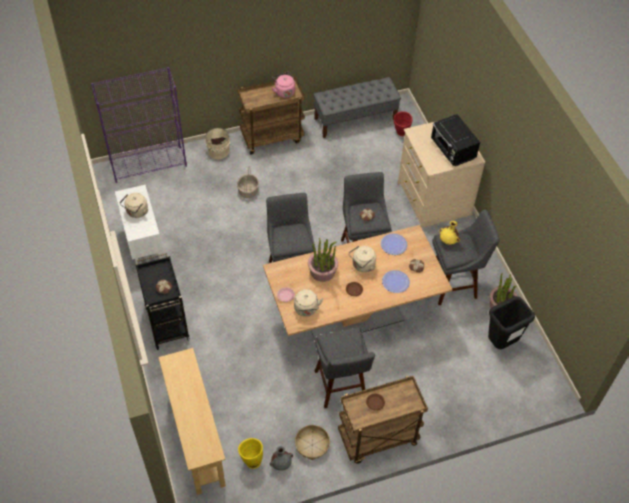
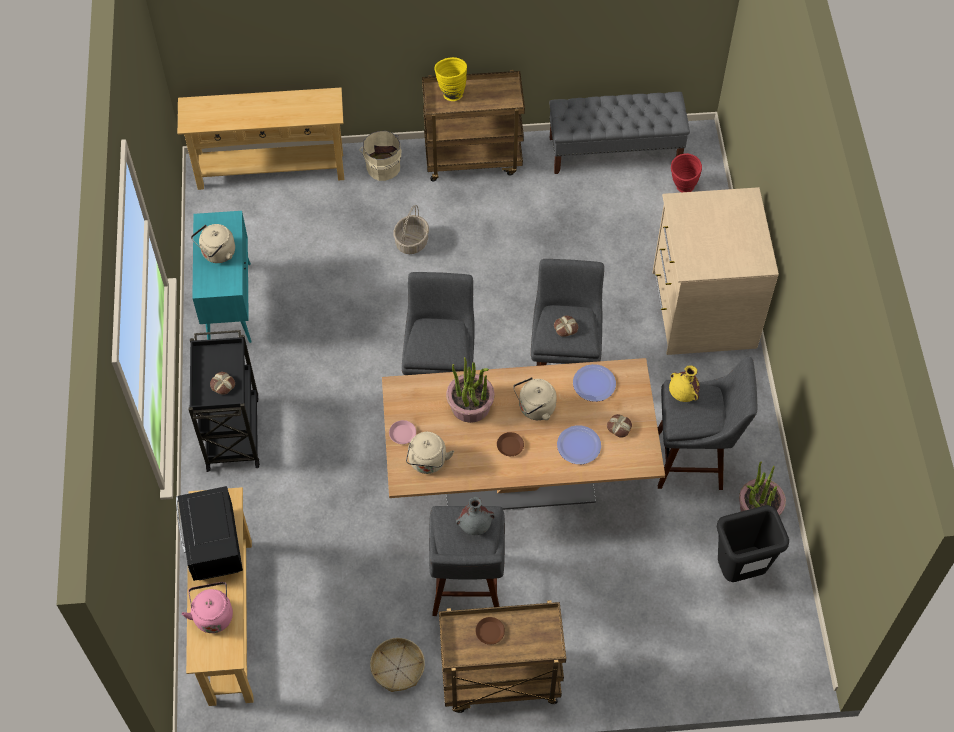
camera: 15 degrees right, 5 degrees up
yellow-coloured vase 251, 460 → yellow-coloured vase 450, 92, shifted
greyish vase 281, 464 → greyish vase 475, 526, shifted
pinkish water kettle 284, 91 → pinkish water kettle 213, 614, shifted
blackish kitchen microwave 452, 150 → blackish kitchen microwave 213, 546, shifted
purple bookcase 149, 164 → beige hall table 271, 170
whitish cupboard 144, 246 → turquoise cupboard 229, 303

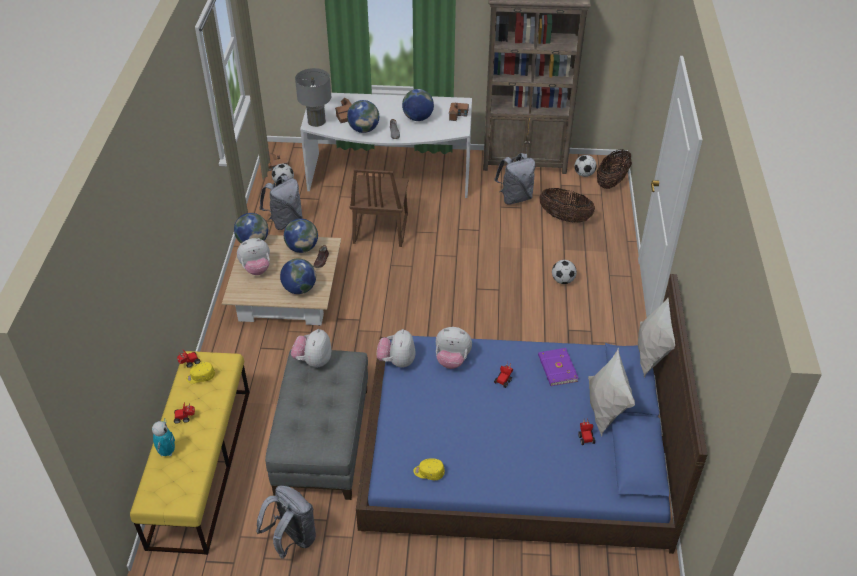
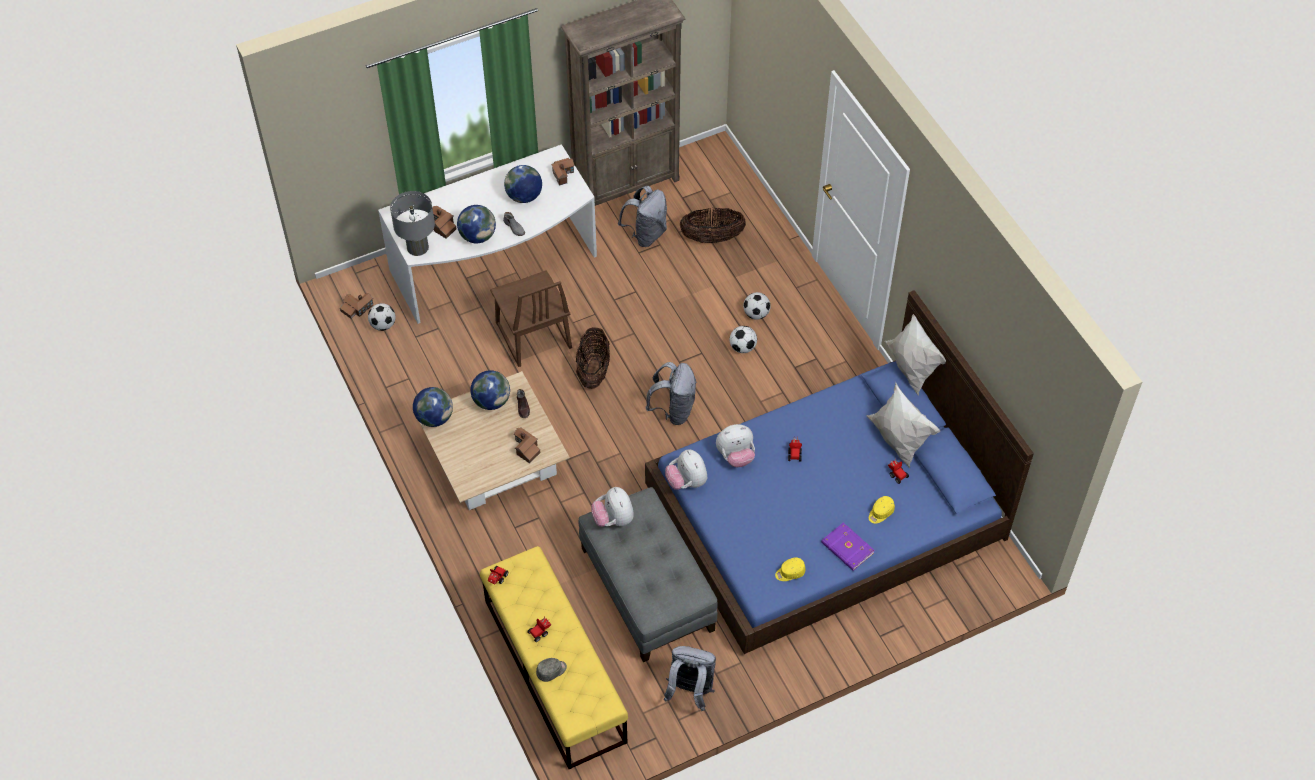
camera: 30 degrees left, 10 degrees up
soft toy 256, 269 → -
yellow-coloured peaked cap 200, 377 → yellow-coloured peaked cap 880, 513, shifted
greyish knapsack 285, 221 → greyish knapsack 673, 410, shifted
purple volume 557, 369 → purple volume 847, 549, shifted
ball for football 584, 174 → ball for football 742, 347, shifted
storage basket 611, 181 → storage basket 593, 371, shifted
model robot 167, 452 → greyish peaked cap 551, 671
world globe 299, 289 → toy house 526, 448

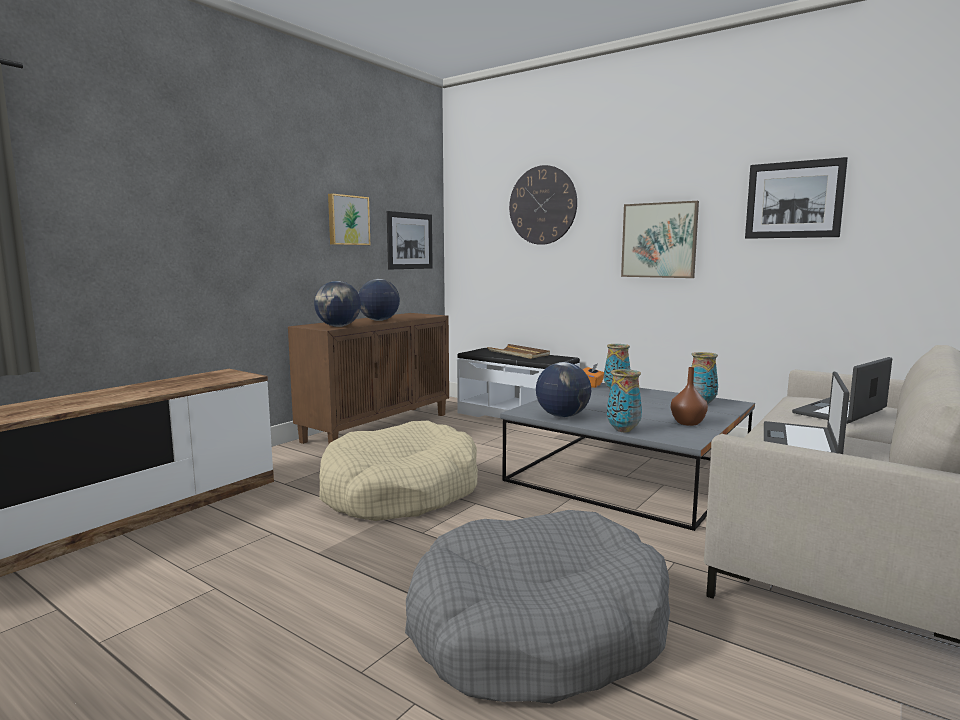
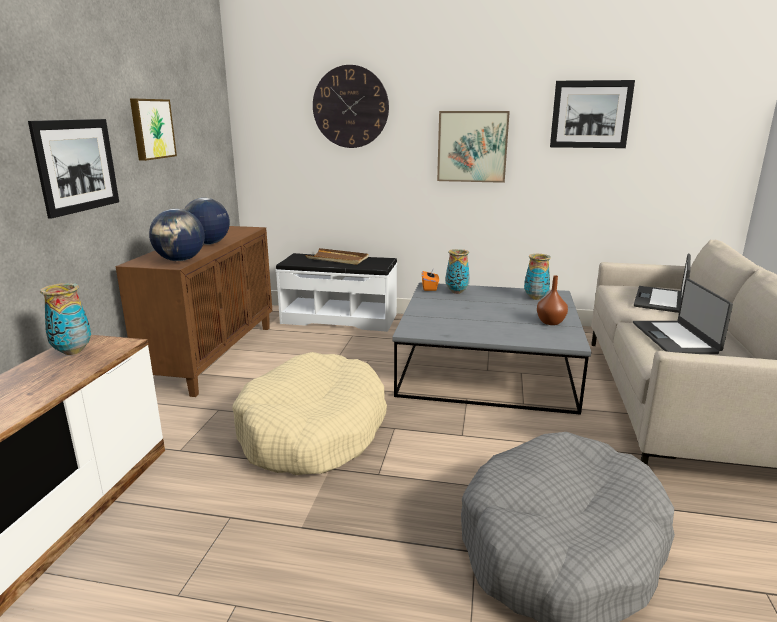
camera: 25 degrees left, 10 degrees up
world globe 563, 416 → -
picture 409, 241 → picture 77, 165, shifted
vase 622, 430 → vase 72, 351, shifted

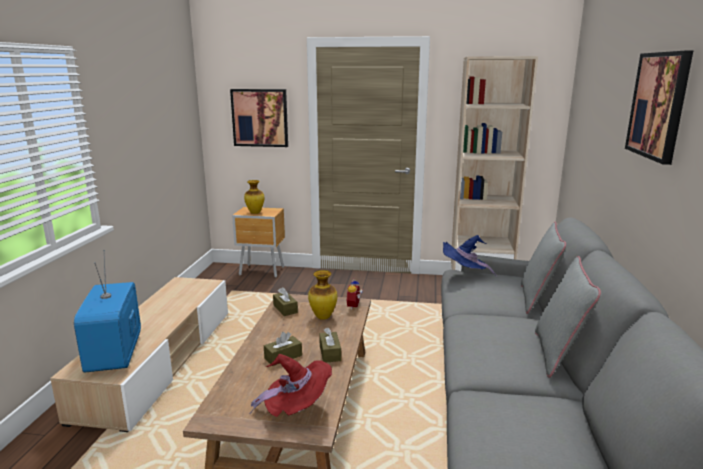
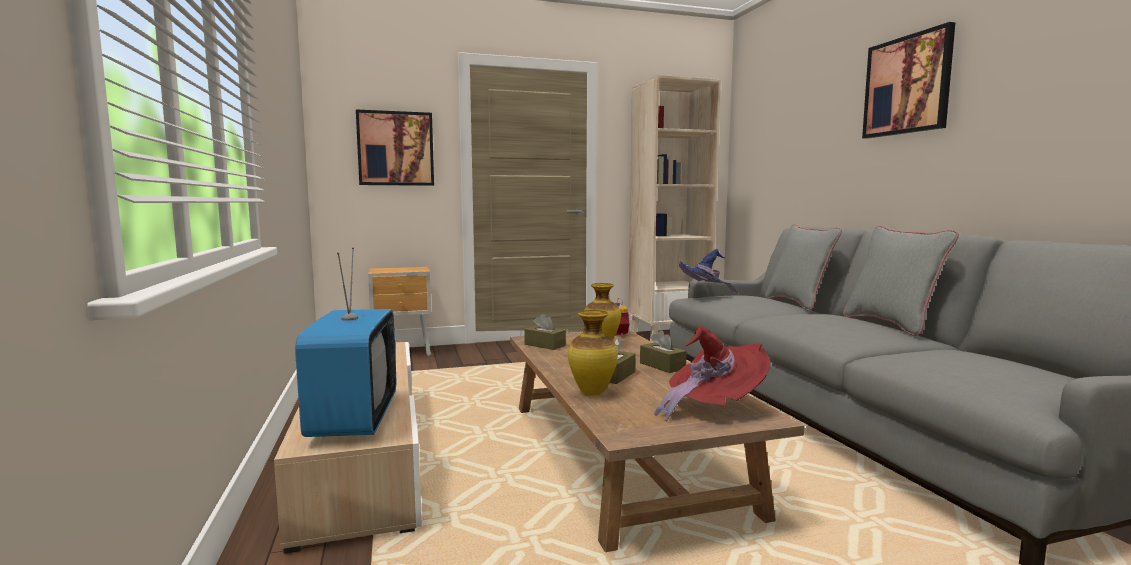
camera: 25 degrees left, 10 degrees down
vase 255, 213 → vase 592, 393, shifted
television 116, 354 → television 354, 418, 150 degrees counterclockwise

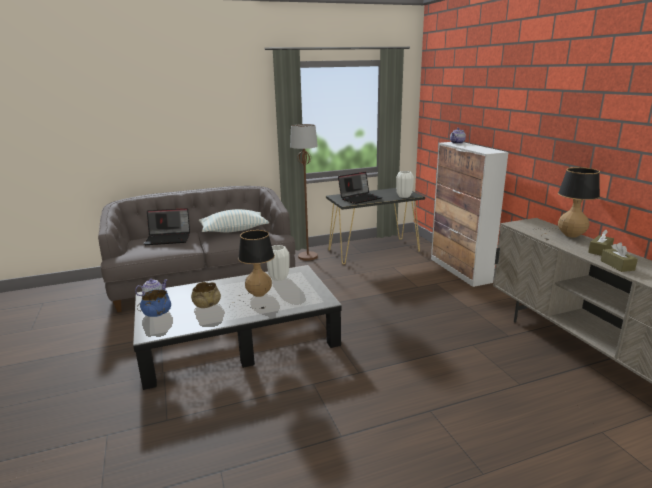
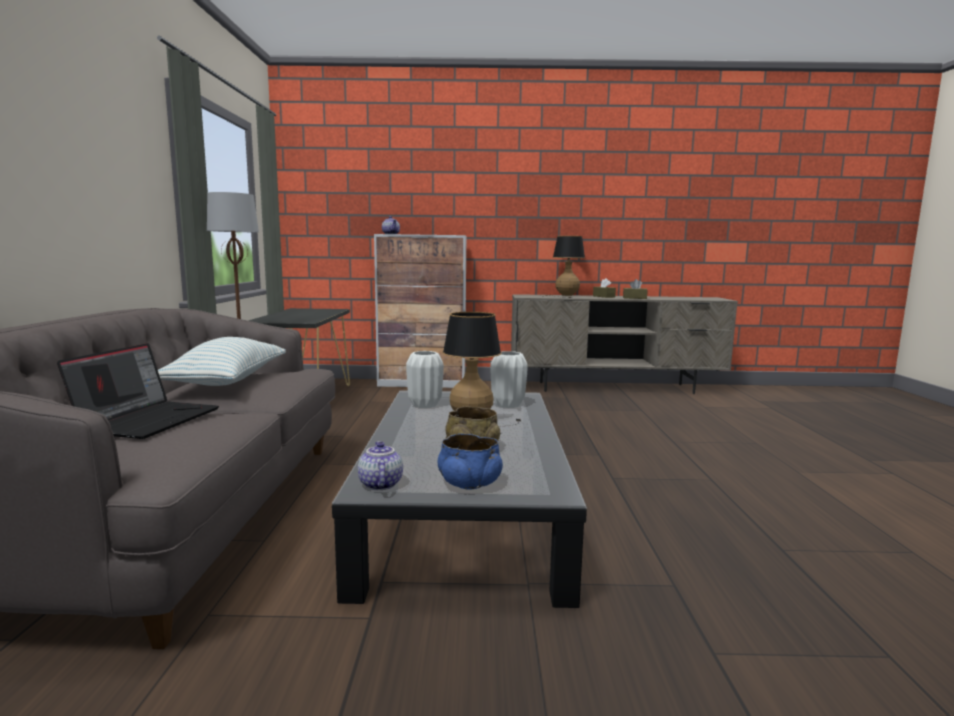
camera: 70 degrees left, 10 degrees down
notebook computer 360, 198 → -
whitish vase 404, 196 → whitish vase 508, 405, shifted

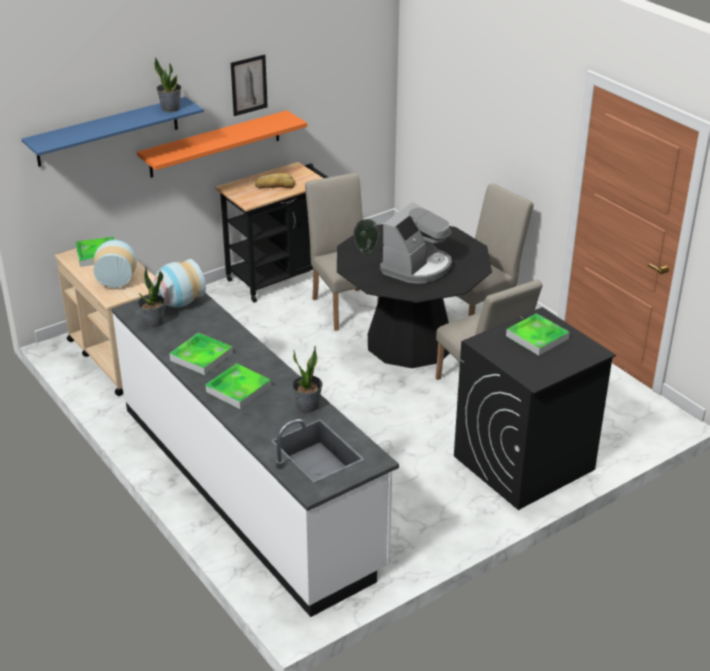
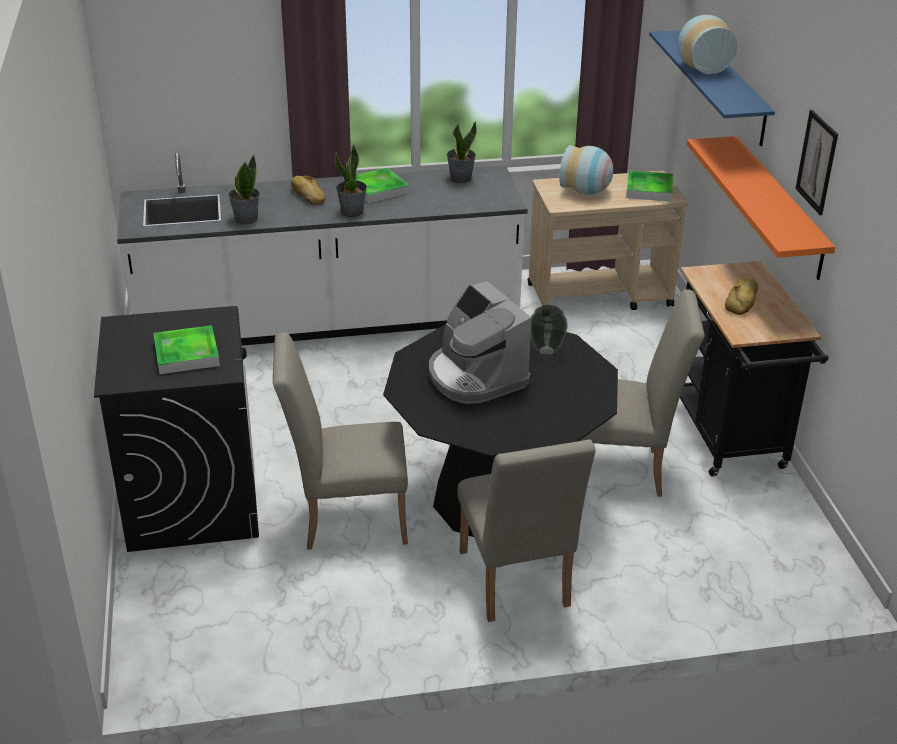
camera: 115 degrees right, 0 degrees up
potted plant 170, 108 → potted plant 352, 212, shifted
vase 179, 303 → vase 701, 68, shifted
serving tray 238, 389 → bread 307, 195

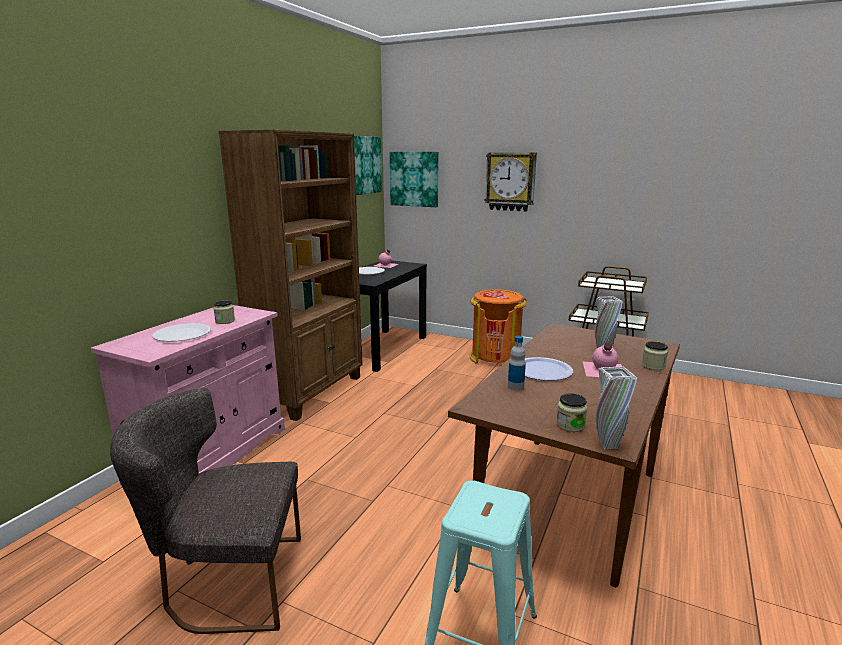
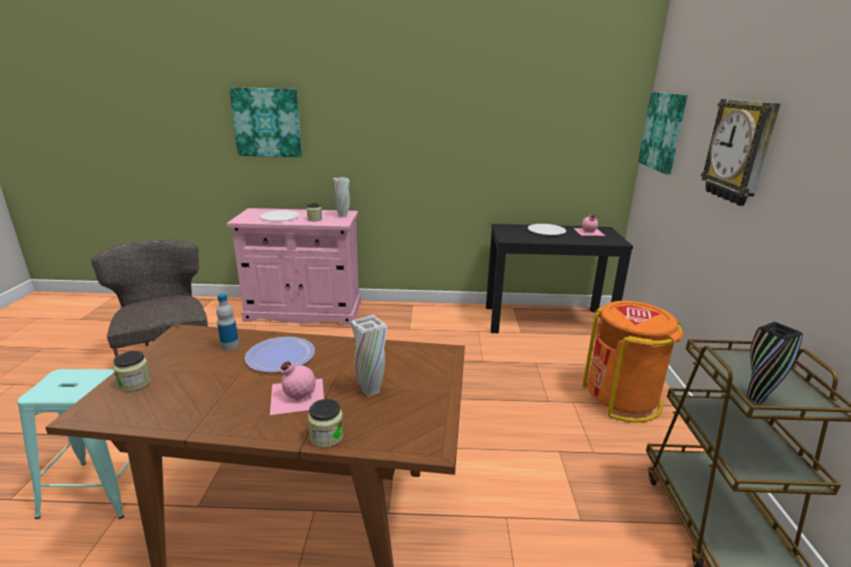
camera: 65 degrees right, 5 degrees up
brown bookcase 311, 392 → -
- → blackish vase 756, 398
picture 364, 165 → picture 267, 122, shifted
whitish vase 608, 445 → whitish vase 342, 216, shifted

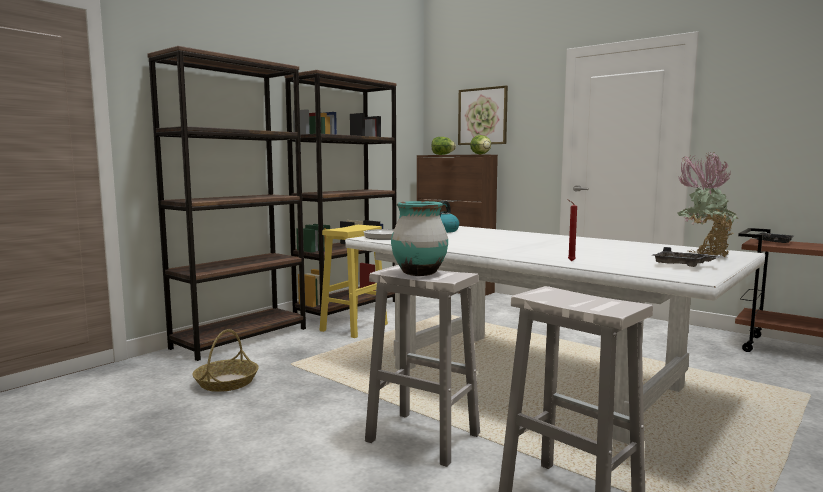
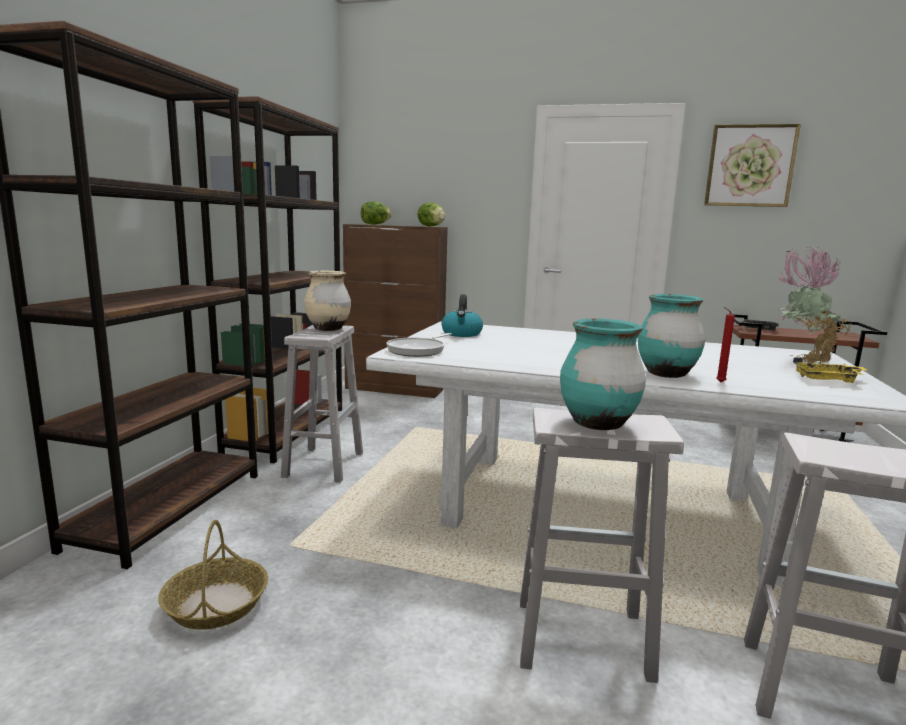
camera: 25 degrees left, 5 degrees up
- → beige vase 328, 329
- → turquoise vase 666, 374
picture 482, 116 → picture 750, 166, shifted
yellow-coloured stool seat 354, 327 → whitish stool seat 324, 463
greyish serving tray 682, 265 → yellow-coloured serving tray 828, 380

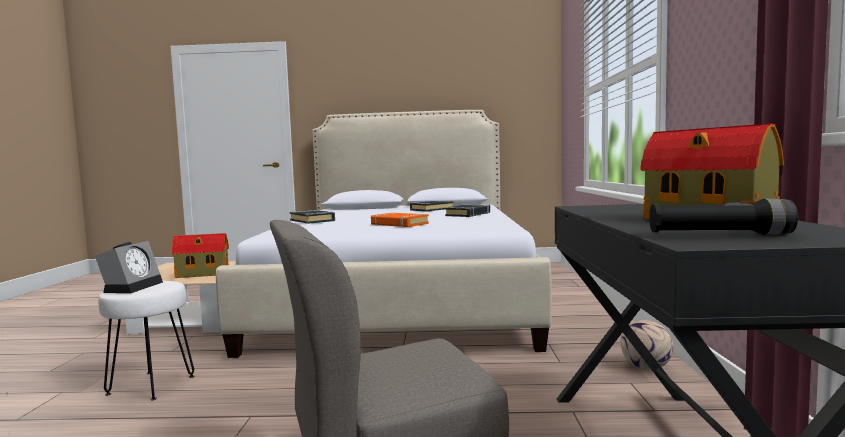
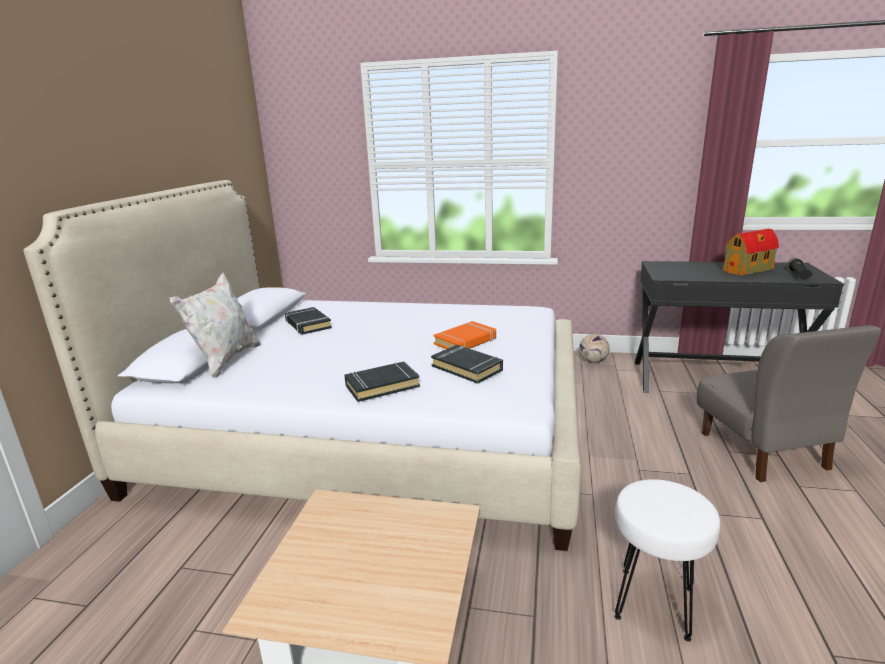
camera: 80 degrees left, 15 degrees up
alarm clock 132, 287 → -
toy house 201, 274 → -
- → whitish cushion 226, 360
blackish volume 468, 214 → blackish volume 467, 368, shifted

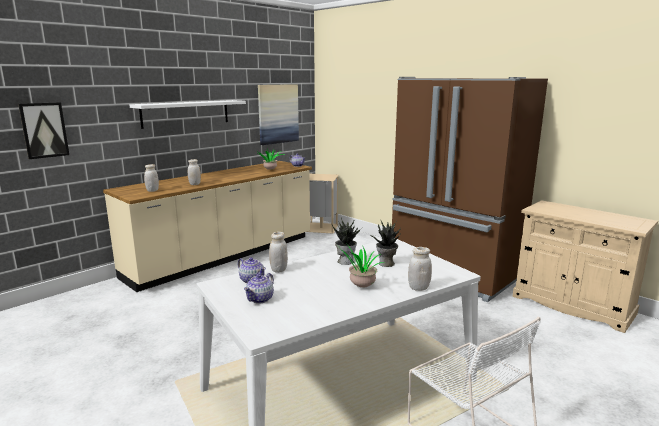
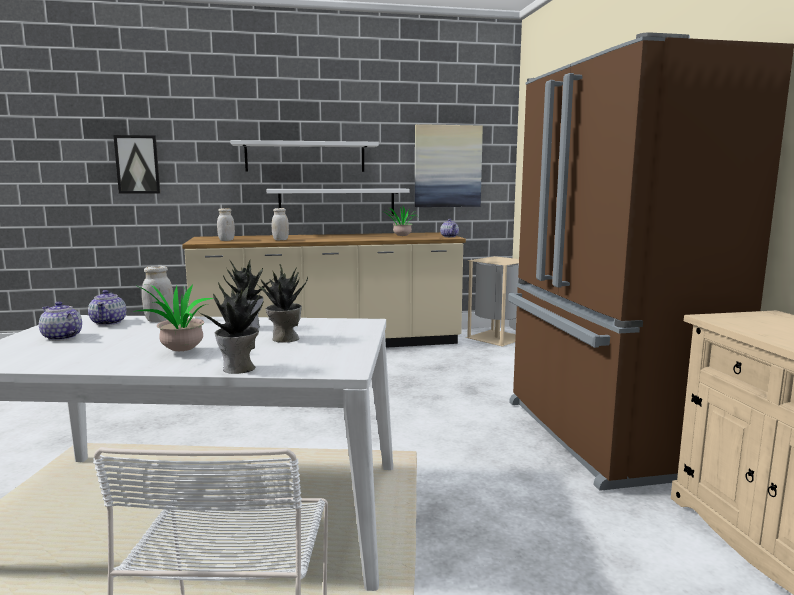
camera: 35 degrees right, 5 degrees down
- → whitish bracket shelf 337, 202
whitish jar 418, 288 → potted plant 238, 369
pot for tea 260, 299 → pot for tea 62, 337, 60 degrees clockwise

